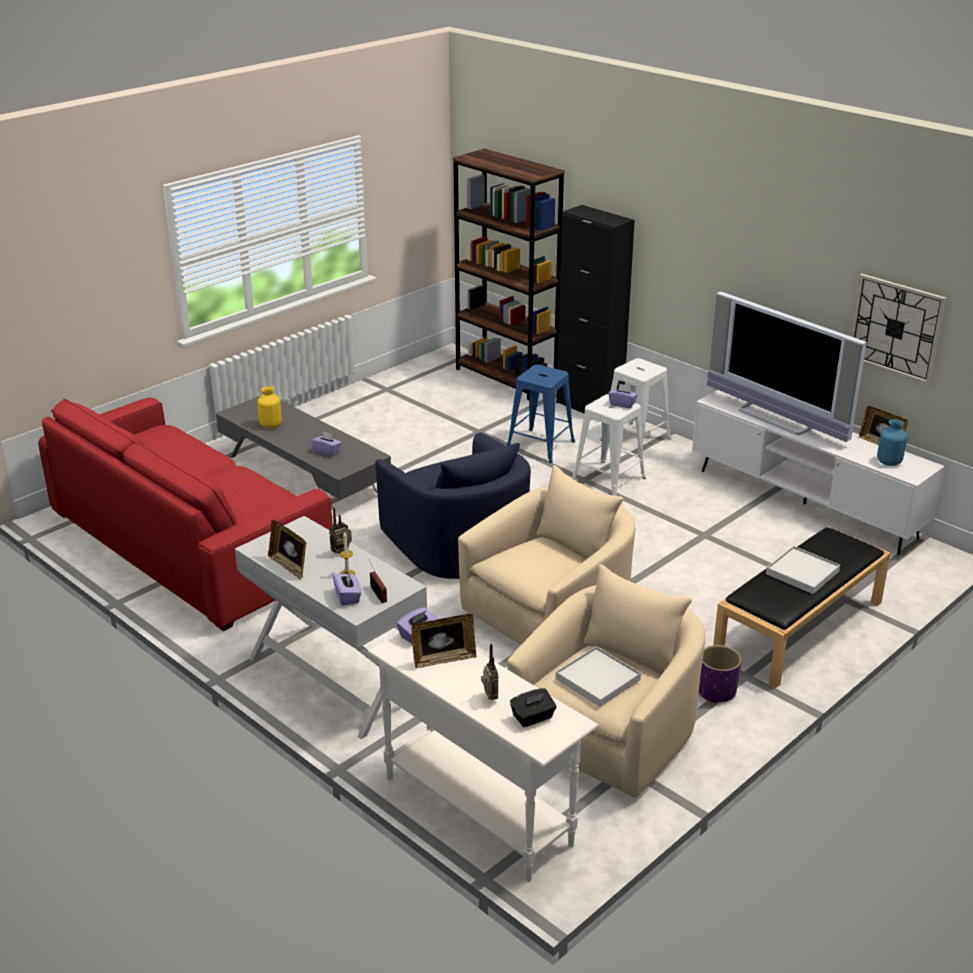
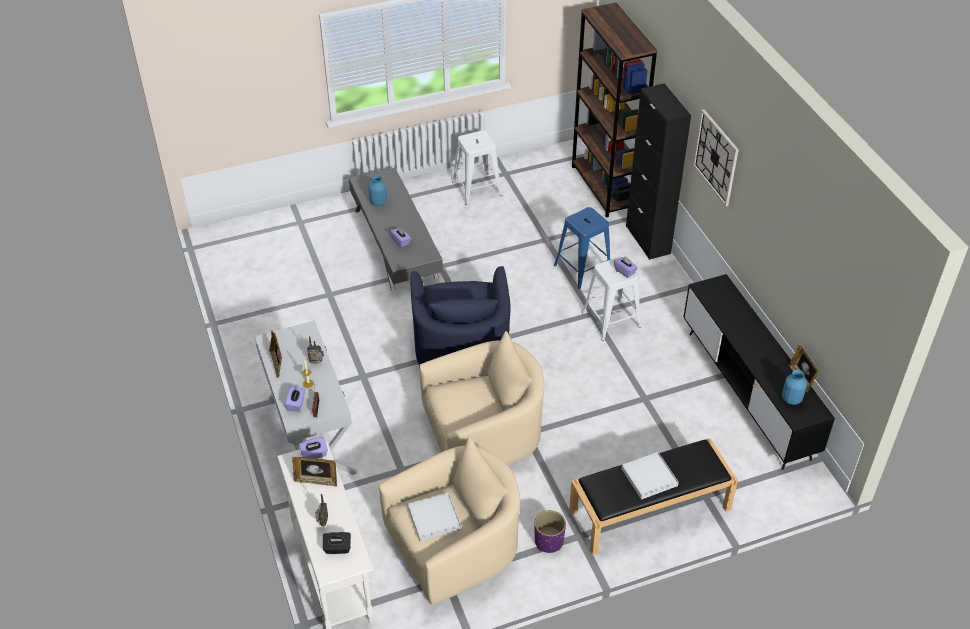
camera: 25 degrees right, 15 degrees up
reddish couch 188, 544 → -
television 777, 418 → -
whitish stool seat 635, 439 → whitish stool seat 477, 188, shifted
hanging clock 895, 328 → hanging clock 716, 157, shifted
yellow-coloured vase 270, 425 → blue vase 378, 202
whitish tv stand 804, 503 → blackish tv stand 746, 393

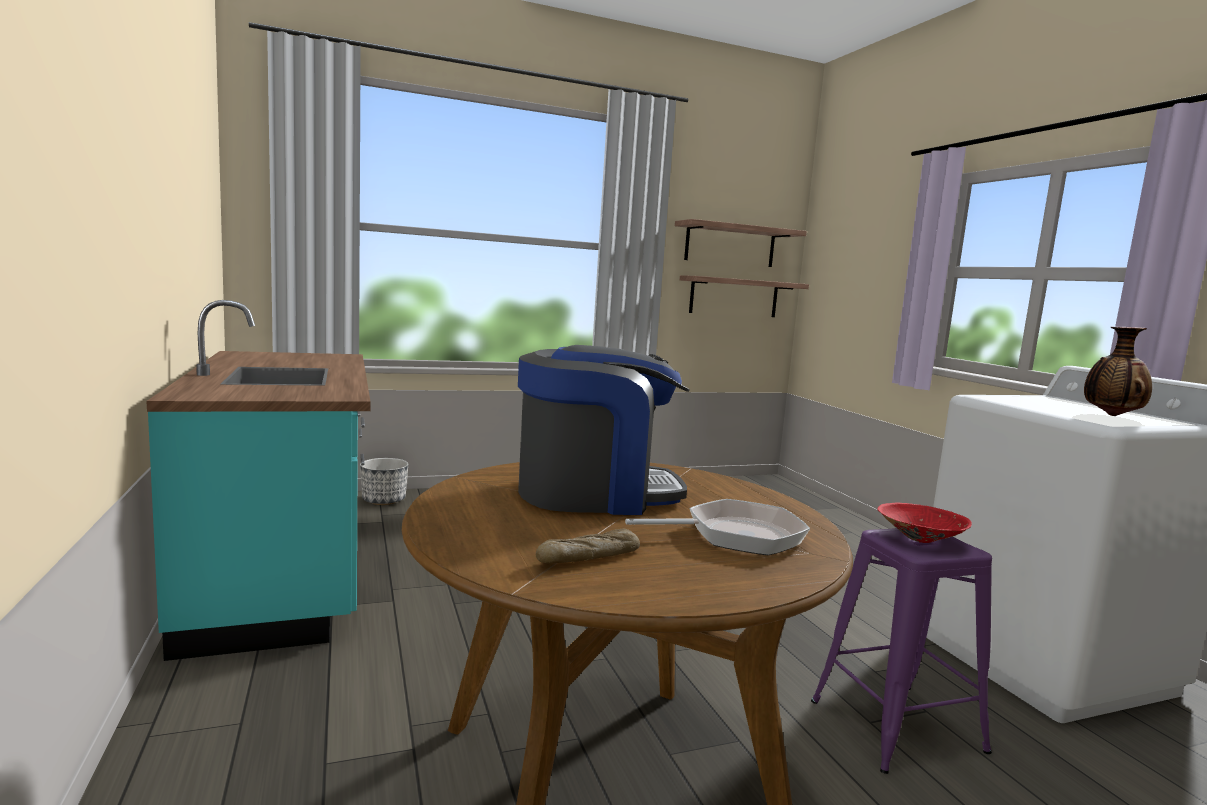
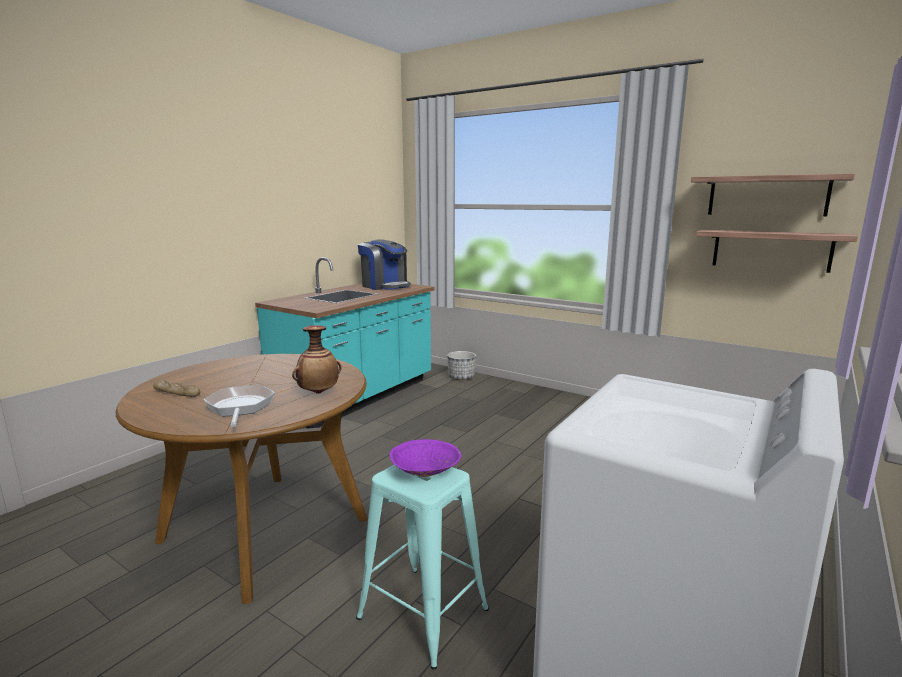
camera: 55 degrees right, 5 degrees up
coffee machine 595, 493 → coffee machine 385, 286, shifted
vase 1111, 415 → vase 318, 392, shifted
purple stool seat 897, 726 → turquoise stool seat 423, 614
reddish deep dish 919, 538 → purple deep dish 426, 472
pan 736, 535 → pan 240, 408, 150 degrees counterclockwise

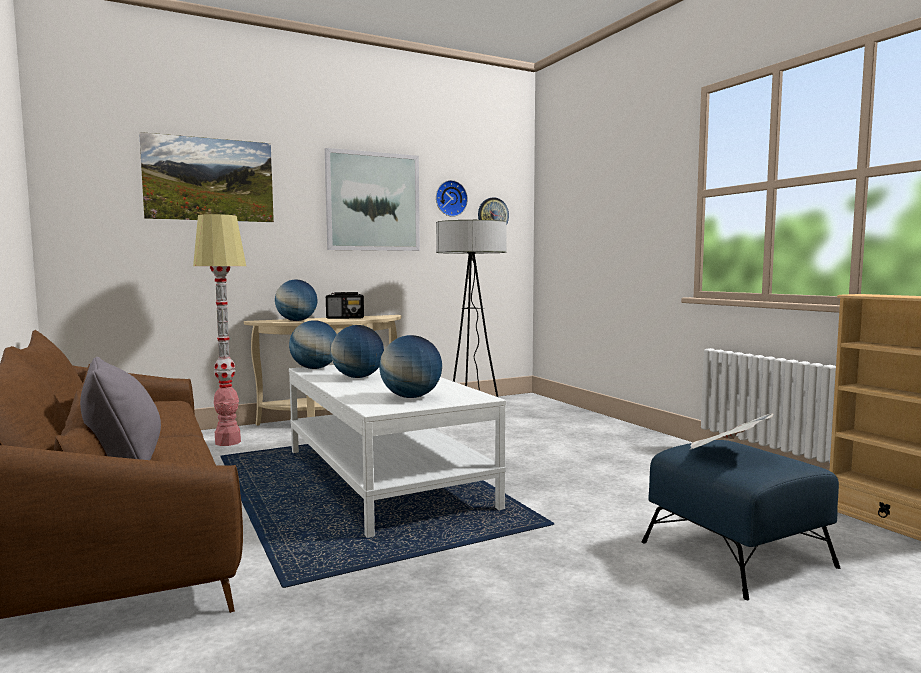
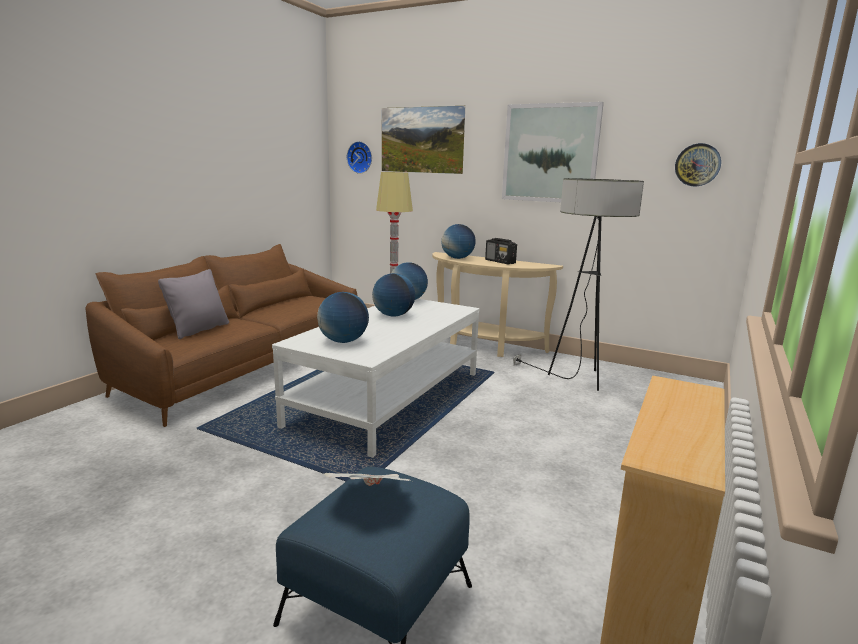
camera: 55 degrees right, 10 degrees up
hanging clock 450, 198 → hanging clock 360, 157, shifted

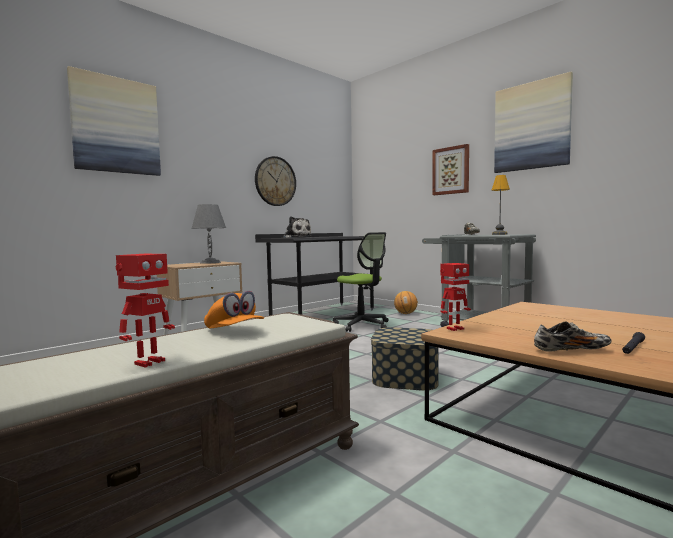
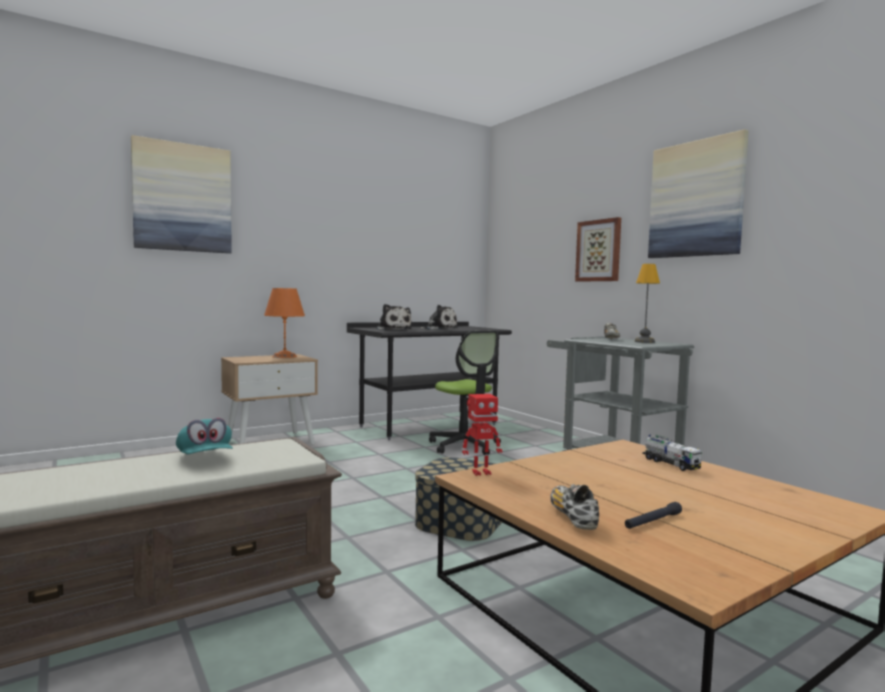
camera: 10 degrees right, 0 degrees up
model robot 148, 362 → -
hanging clock 275, 181 → -
ball for basketball 405, 313 → -
- → soft toy 439, 329
- → toy lorry 670, 464
greyish tabletop lamp 210, 262 → orangey tabletop lamp 285, 356
orangey peaked cap 234, 331 → turquoise peaked cap 205, 458
low shoe 571, 350 → low shoe 572, 517, 105 degrees counterclockwise

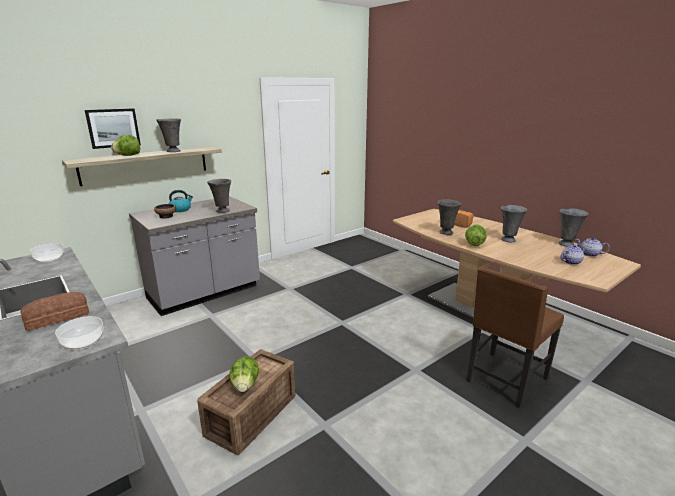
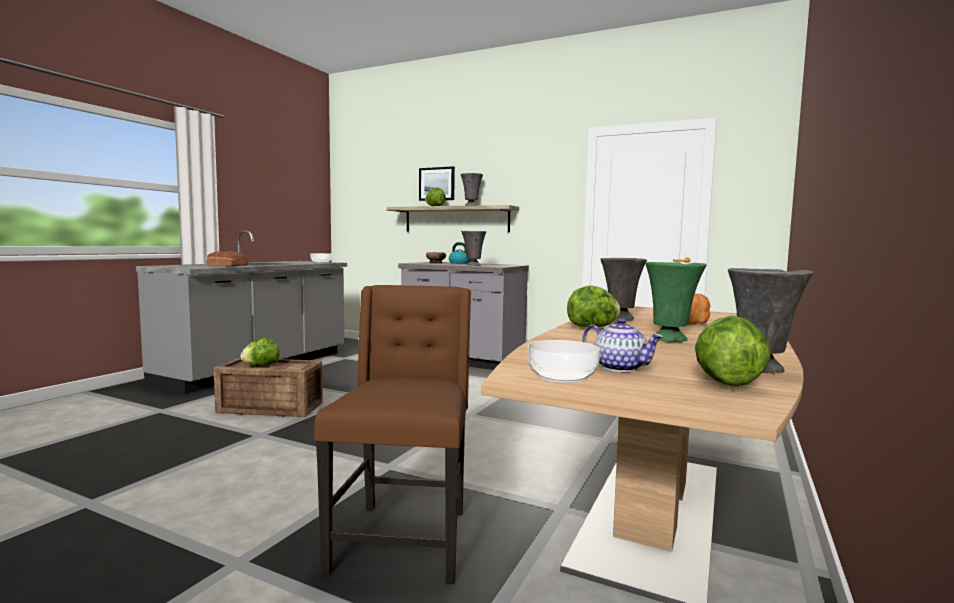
camera: 65 degrees right, 15 degrees down
deep dish 82, 341 → deep dish 562, 376, shifted
pot for tea 589, 254 → lettuce head 726, 383
greyish vase 508, 240 → greenish vase 671, 339
brown plain chair 504, 380 → brown plain chair 403, 539, 75 degrees clockwise

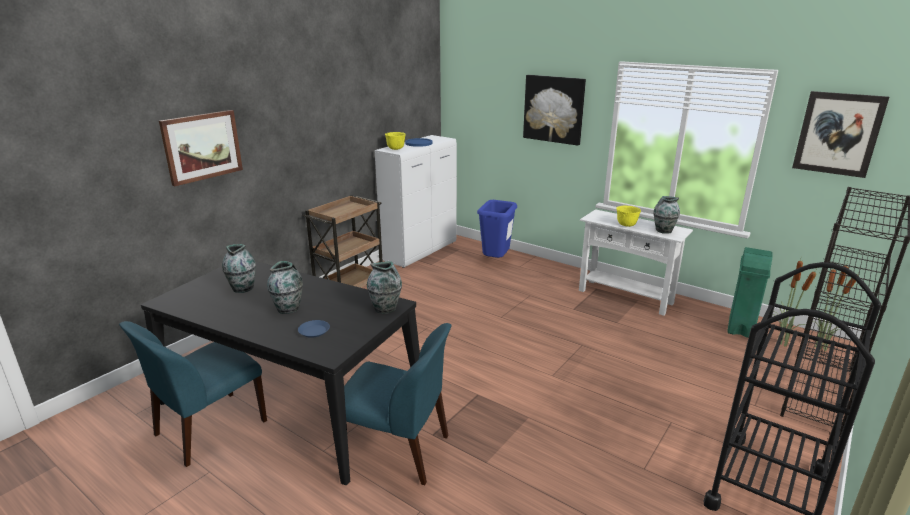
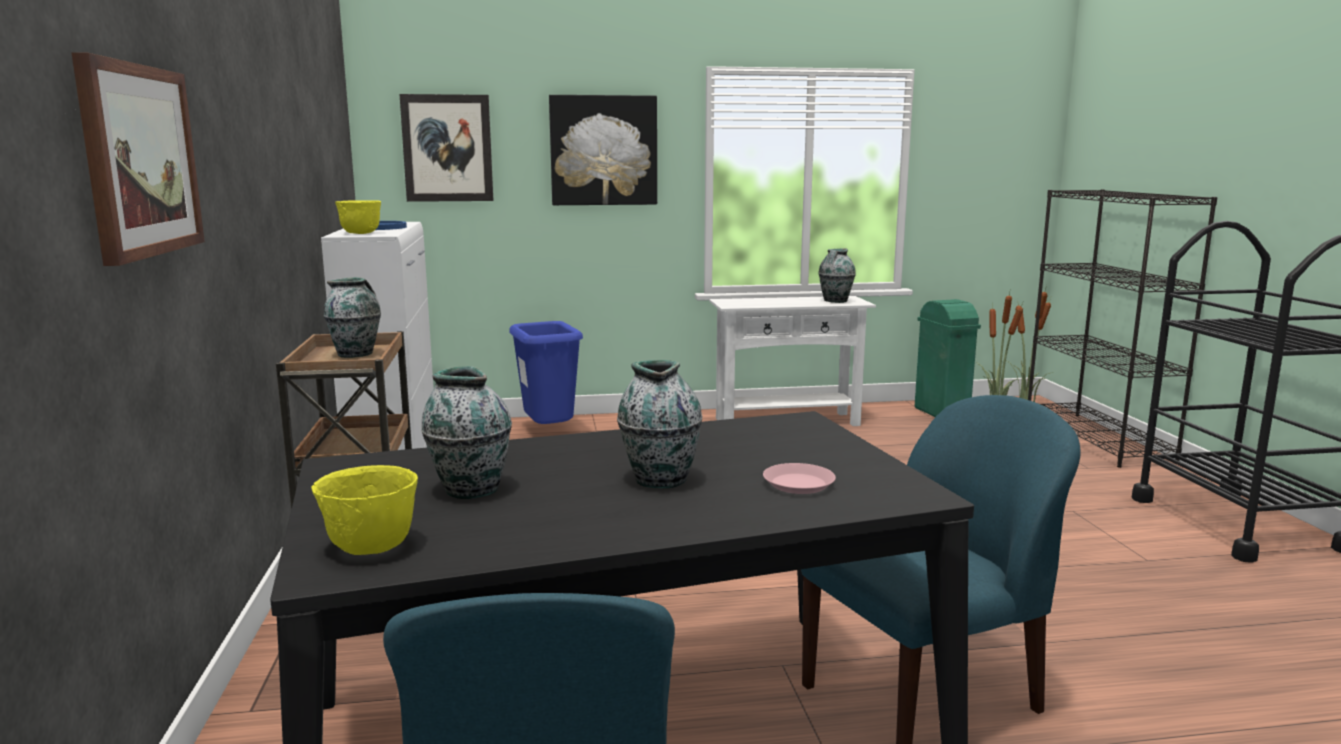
camera: 45 degrees left, 10 degrees down
vase 386, 309 → vase 356, 354, shifted
yellow-coloured deep dish 626, 225 → yellow-coloured deep dish 369, 547, shifted
picture 838, 134 → picture 447, 148, shifted
blue plate 314, 331 → pinkish plate 799, 484

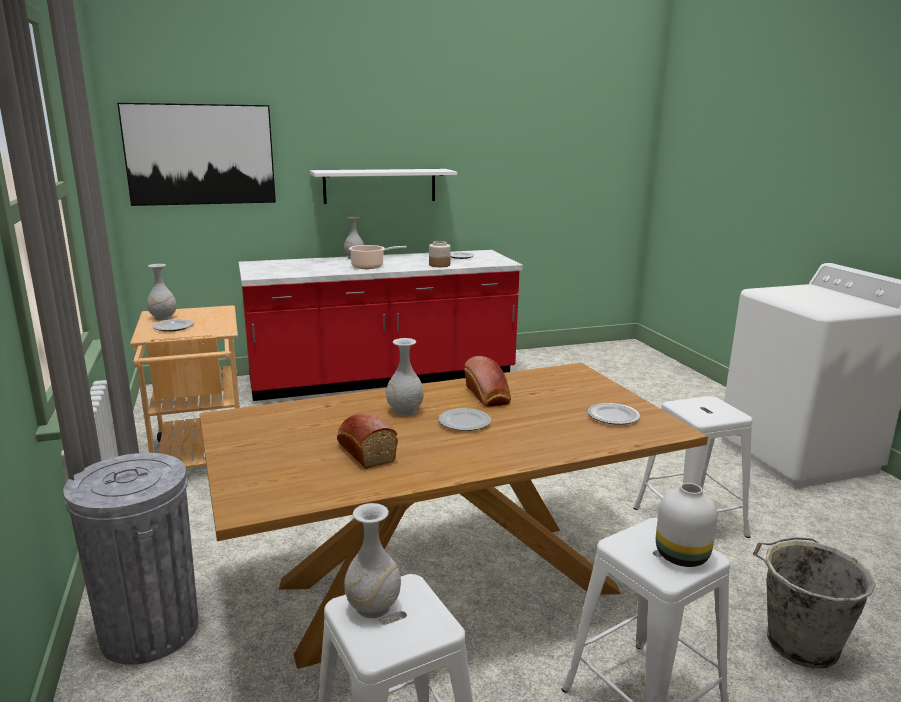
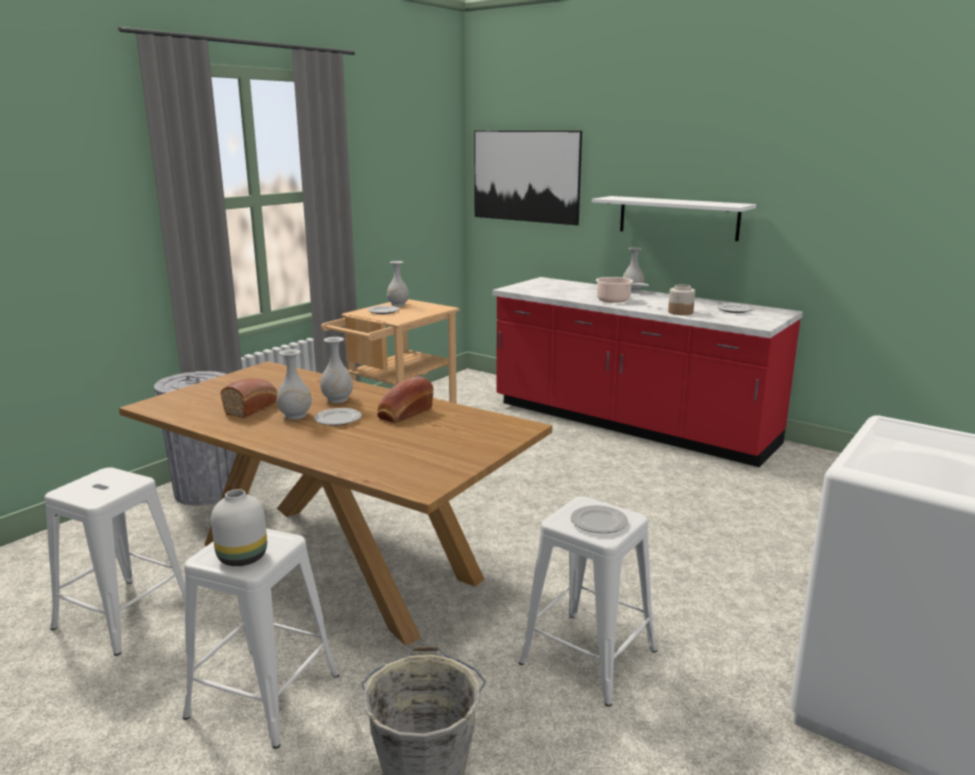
camera: 55 degrees right, 0 degrees up
whitish vase 374, 607 → whitish vase 295, 416, shifted
plate 612, 416 → plate 598, 522, shifted

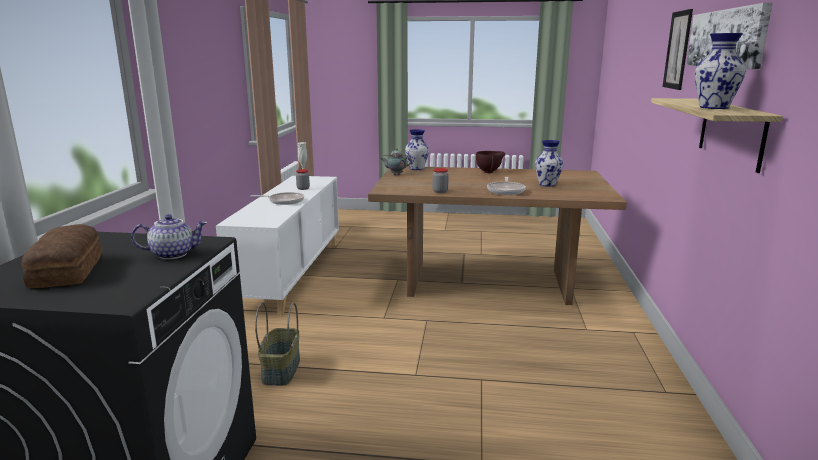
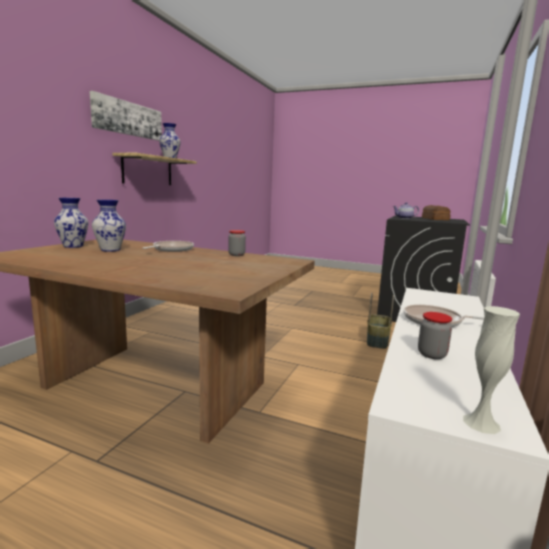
camera: 165 degrees left, 5 degrees down
pot for tea 395, 174 → -
brown deep dish 489, 172 → -
picture 677, 50 → -
vase 416, 169 → vase 74, 246, shifted

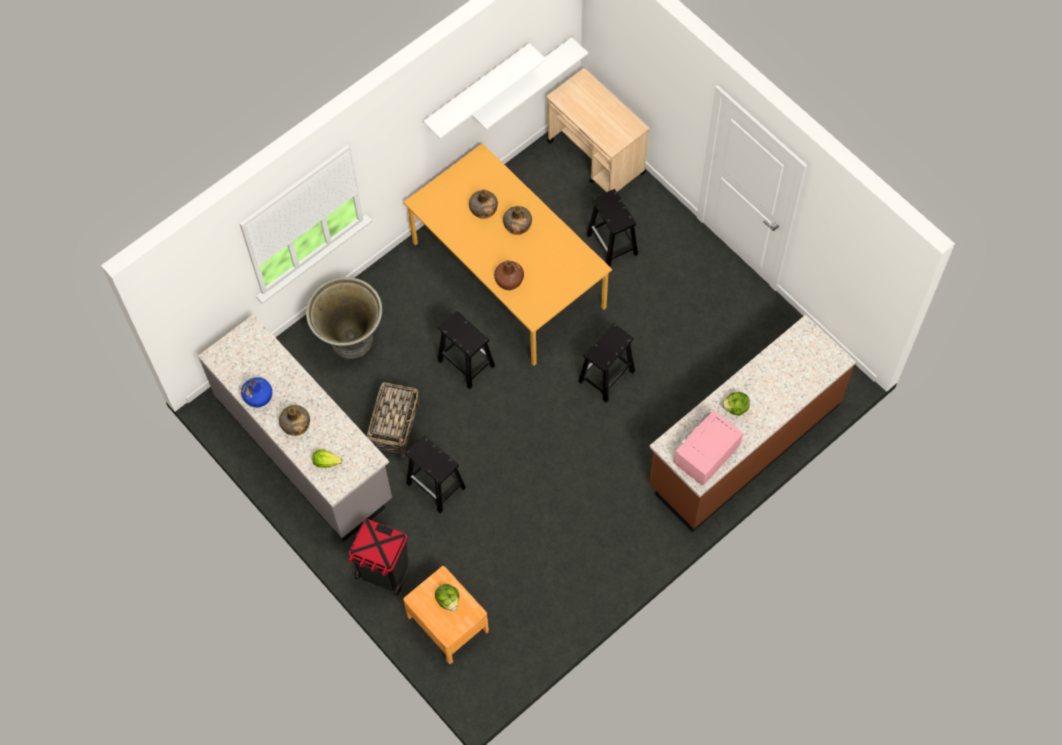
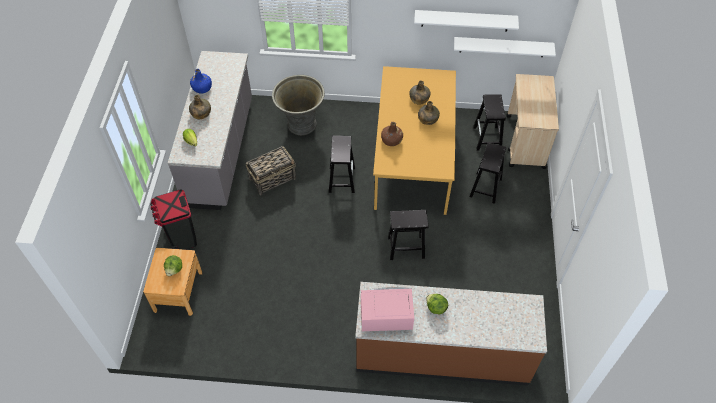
camera: 45 degrees right, 10 degrees down
blackish stool seat 437, 486 → blackish stool seat 487, 138, shifted

